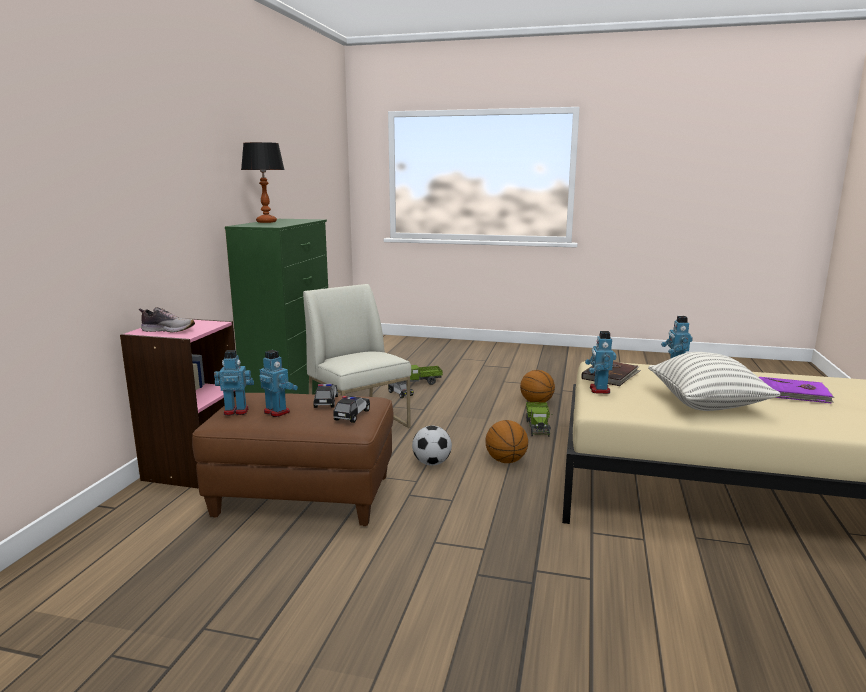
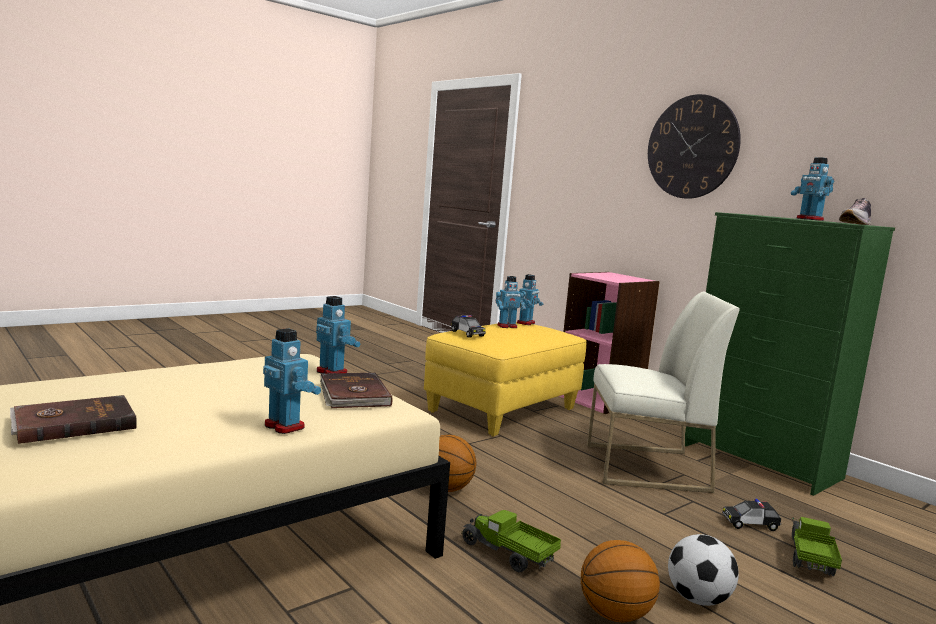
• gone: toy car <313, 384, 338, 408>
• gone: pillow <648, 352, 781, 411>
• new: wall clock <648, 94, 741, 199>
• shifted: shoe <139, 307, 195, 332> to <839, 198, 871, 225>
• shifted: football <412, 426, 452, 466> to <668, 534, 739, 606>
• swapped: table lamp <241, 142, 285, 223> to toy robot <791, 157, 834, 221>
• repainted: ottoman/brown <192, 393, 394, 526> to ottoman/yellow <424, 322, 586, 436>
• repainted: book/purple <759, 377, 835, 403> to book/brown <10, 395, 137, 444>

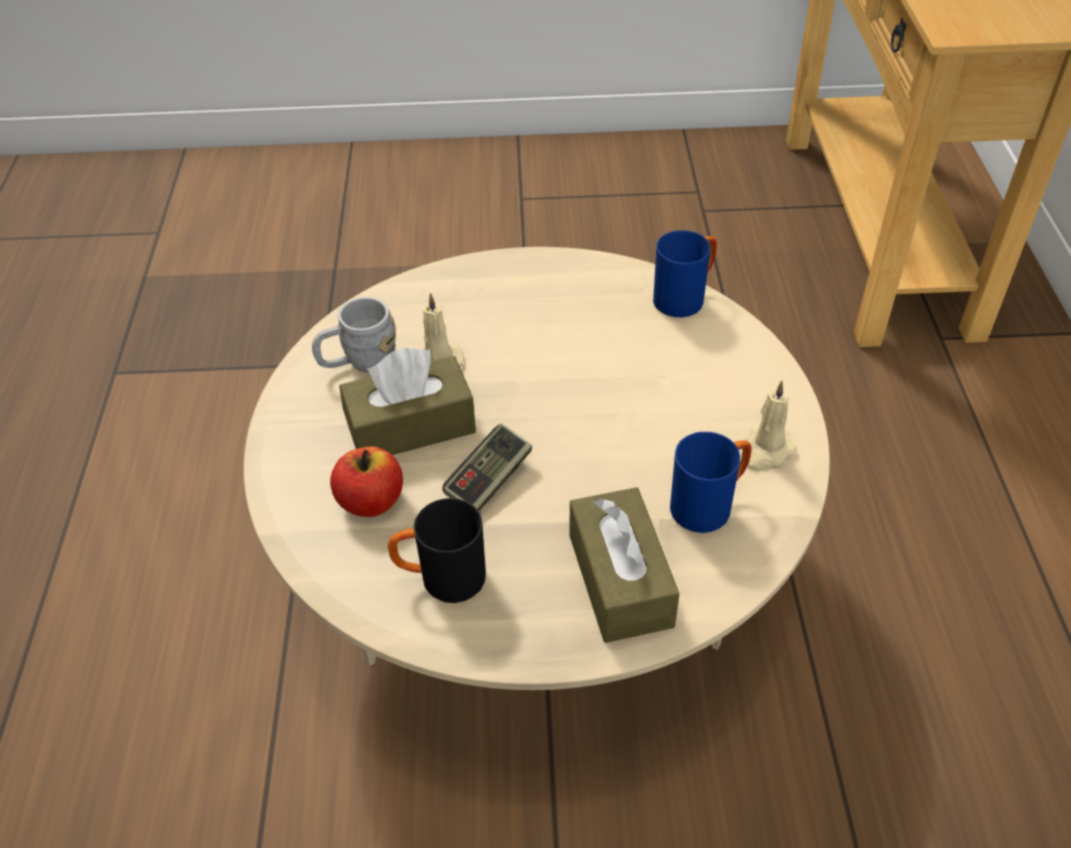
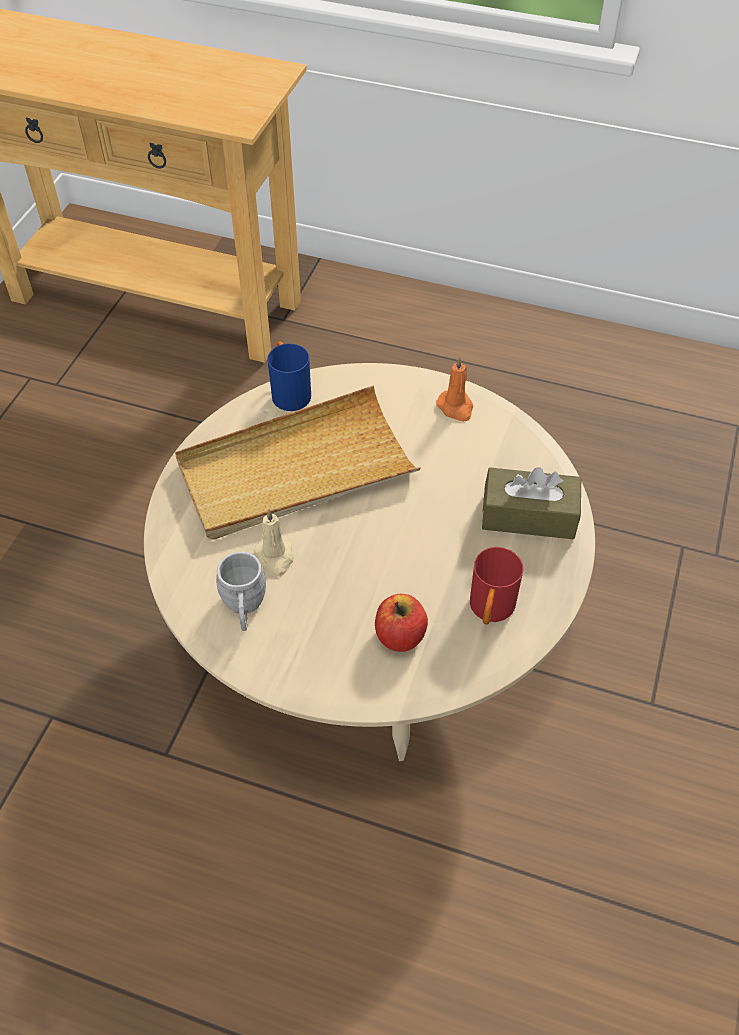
• gone: tissue box/brown <339, 348, 476, 455>
• gone: game controller <442, 424, 532, 511>
• gone: mug/blue <670, 432, 752, 533>
• new: tray/beige <175, 385, 421, 539>
• repainted: mug/black <388, 498, 486, 603> to mug/red <470, 547, 523, 625>
• repainted: candle/beige <742, 380, 797, 472> to candle/orange <436, 356, 474, 422>

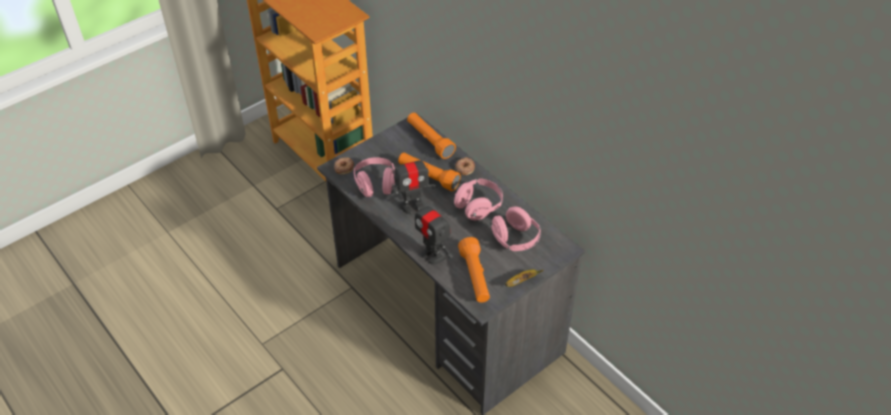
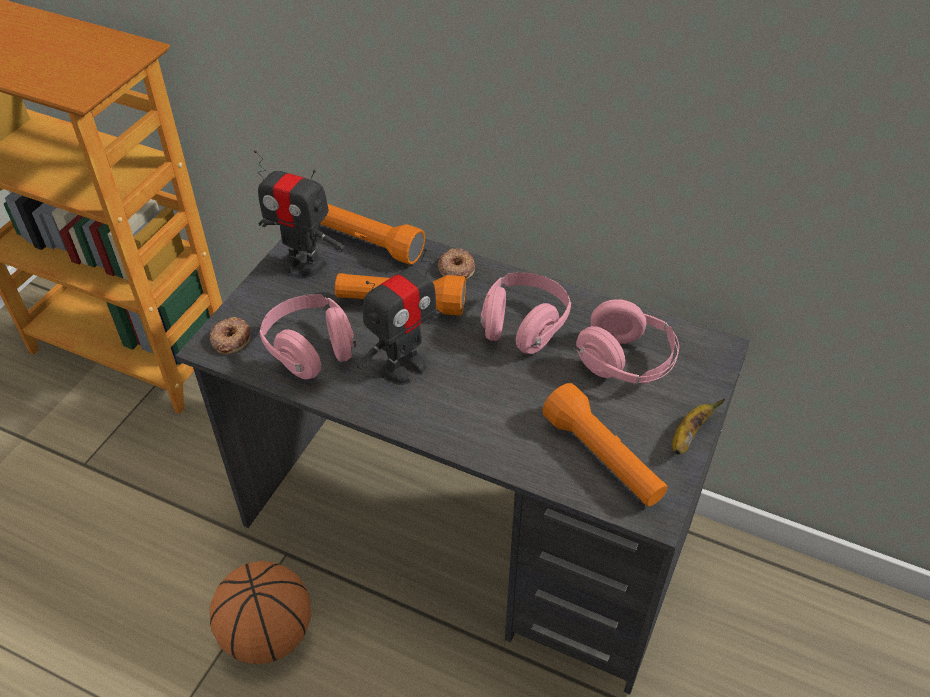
• new: basketball <210, 561, 311, 665>
• shifted: toy robot <415, 195, 453, 265> to <254, 150, 344, 277>

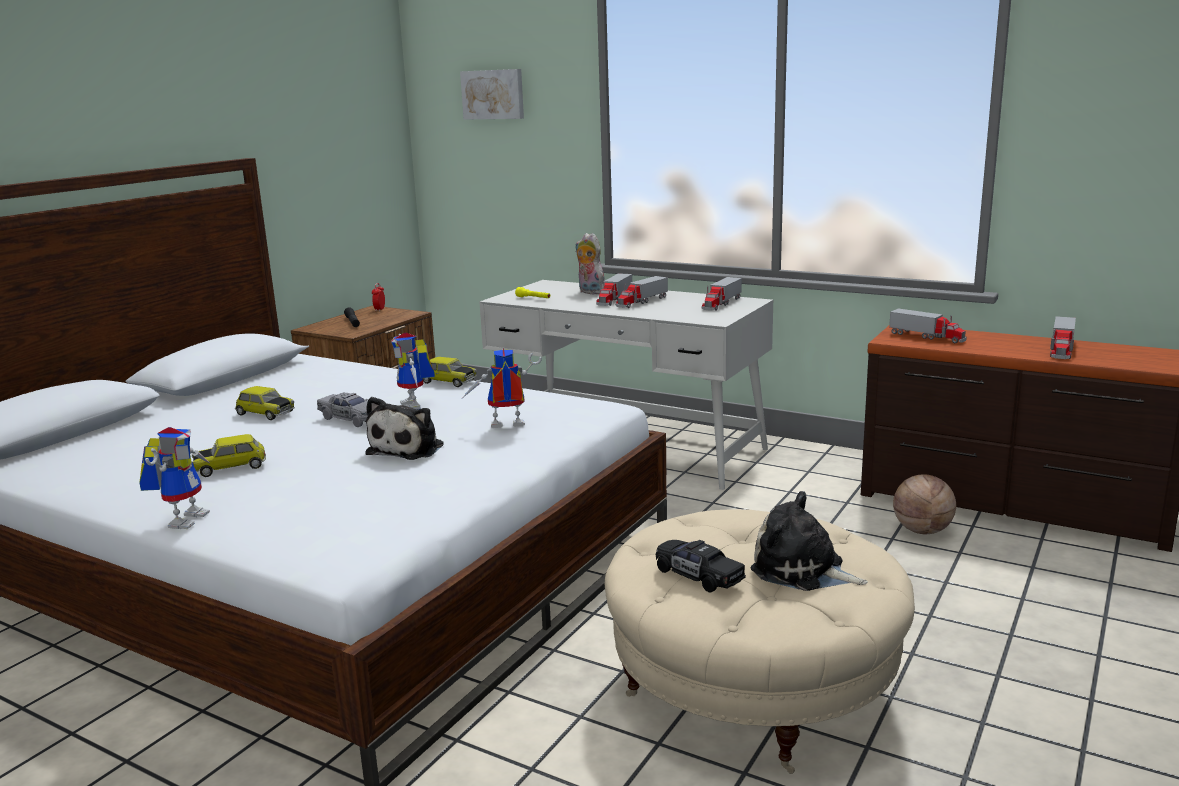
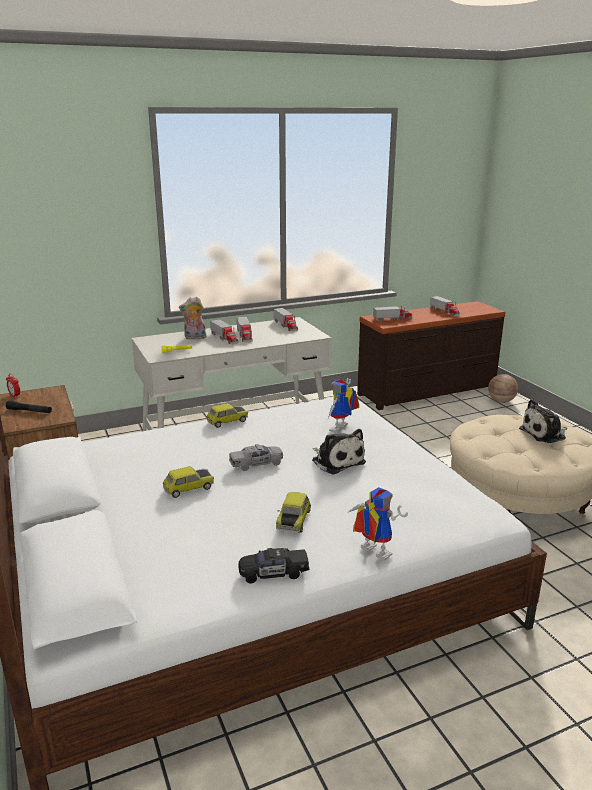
• gone: toy robot <391, 333, 435, 409>
• gone: picture <460, 69, 524, 119>
• shifted: toy car/black <656, 540, 746, 593> to <238, 548, 309, 584>
• shifted: basketball <893, 474, 956, 534> to <488, 374, 518, 403>

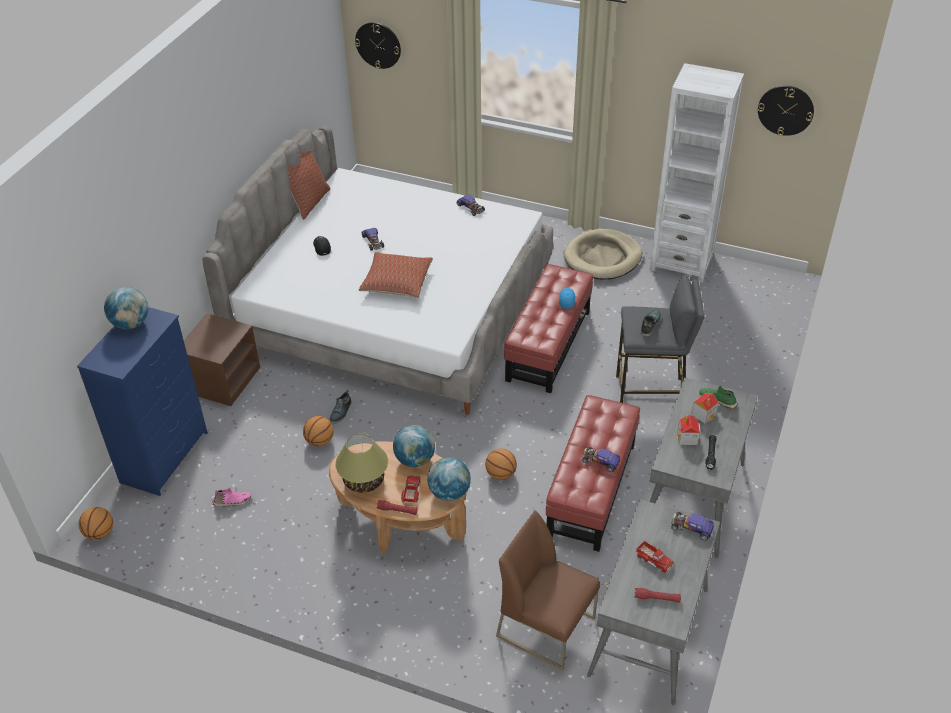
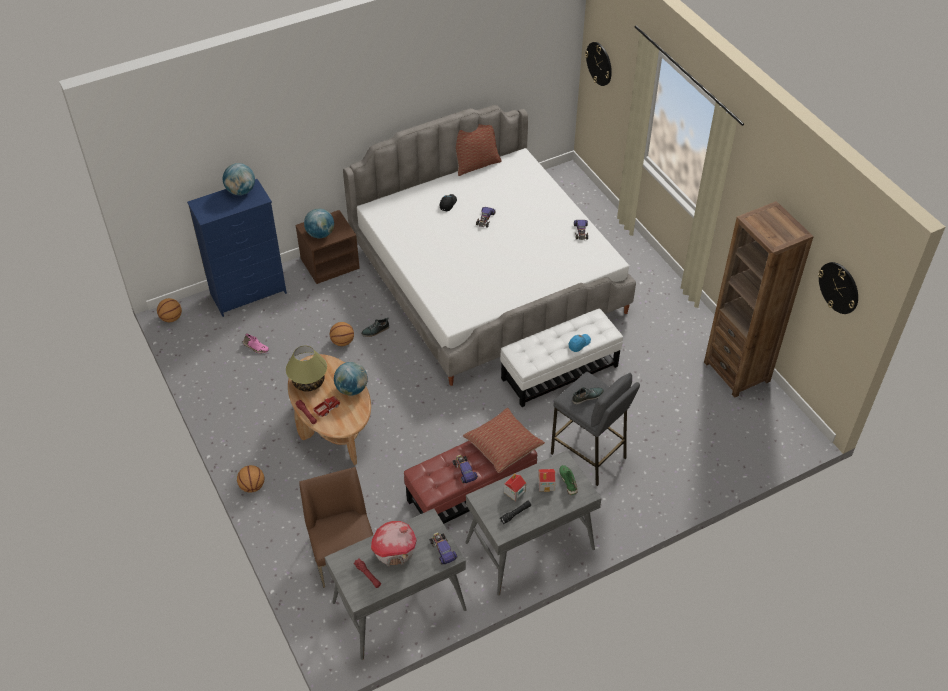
• gone: dog bed/beige <564, 229, 643, 279>
• shifted: pillow <359, 252, 433, 298> to <463, 408, 545, 473>
• shifted: globe <427, 457, 471, 501> to <304, 208, 334, 238>
• shifted: basketball <485, 449, 517, 480> to <237, 465, 264, 493>
• swapped: toy truck <636, 541, 674, 573> to toy house <371, 521, 417, 566>
• repainted: ottoman/red <504, 264, 593, 393> to ottoman/white <500, 308, 623, 407>
• repainted: bookcase/white <650, 63, 744, 282> to bookcase/brown <704, 201, 814, 397>

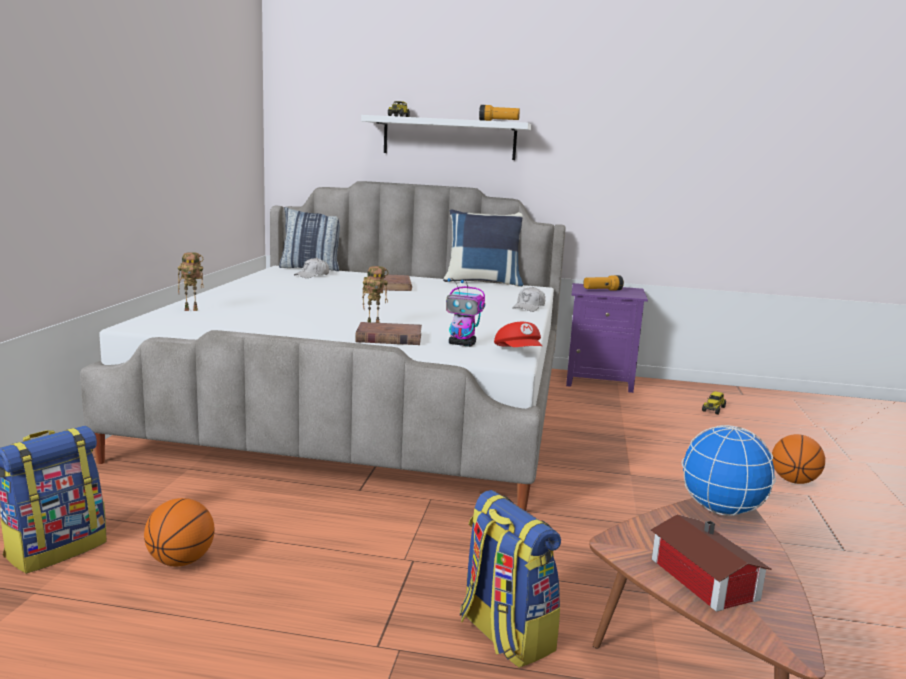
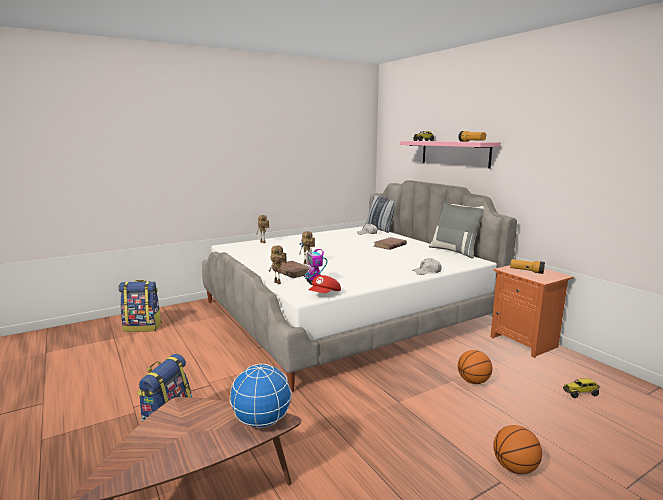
• gone: toy house <651, 514, 772, 612>
• new: toy robot <269, 246, 287, 284>
• shifted: basketball <144, 498, 214, 566> to <458, 350, 492, 384>
• repainted: shelf/white <361, 115, 531, 160> to shelf/pink <400, 141, 501, 168>
• repainted: pillow/blue <443, 209, 523, 287> to pillow/grey <429, 201, 484, 258>
• repainted: nightstand/purple <566, 283, 648, 393> to nightstand/orange <490, 265, 574, 358>

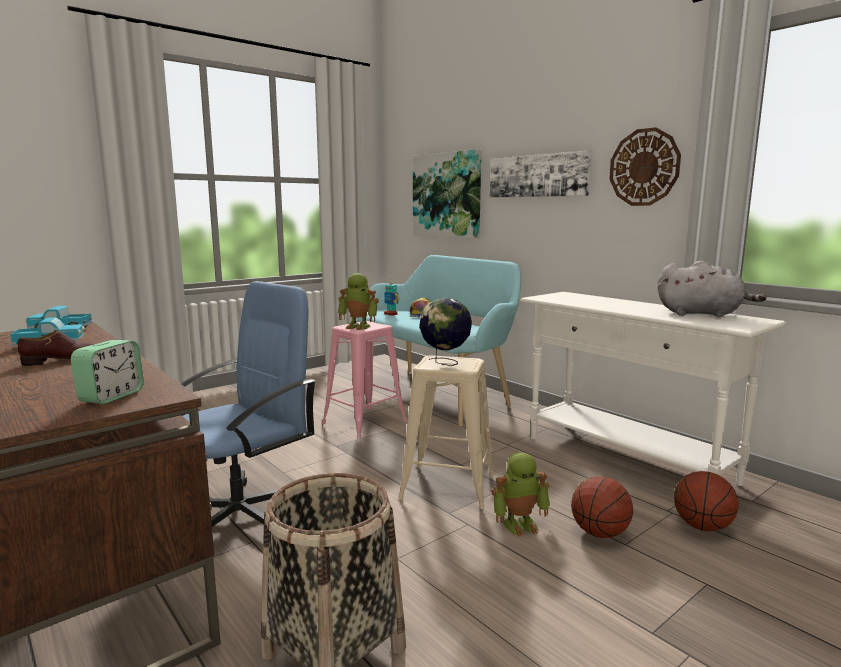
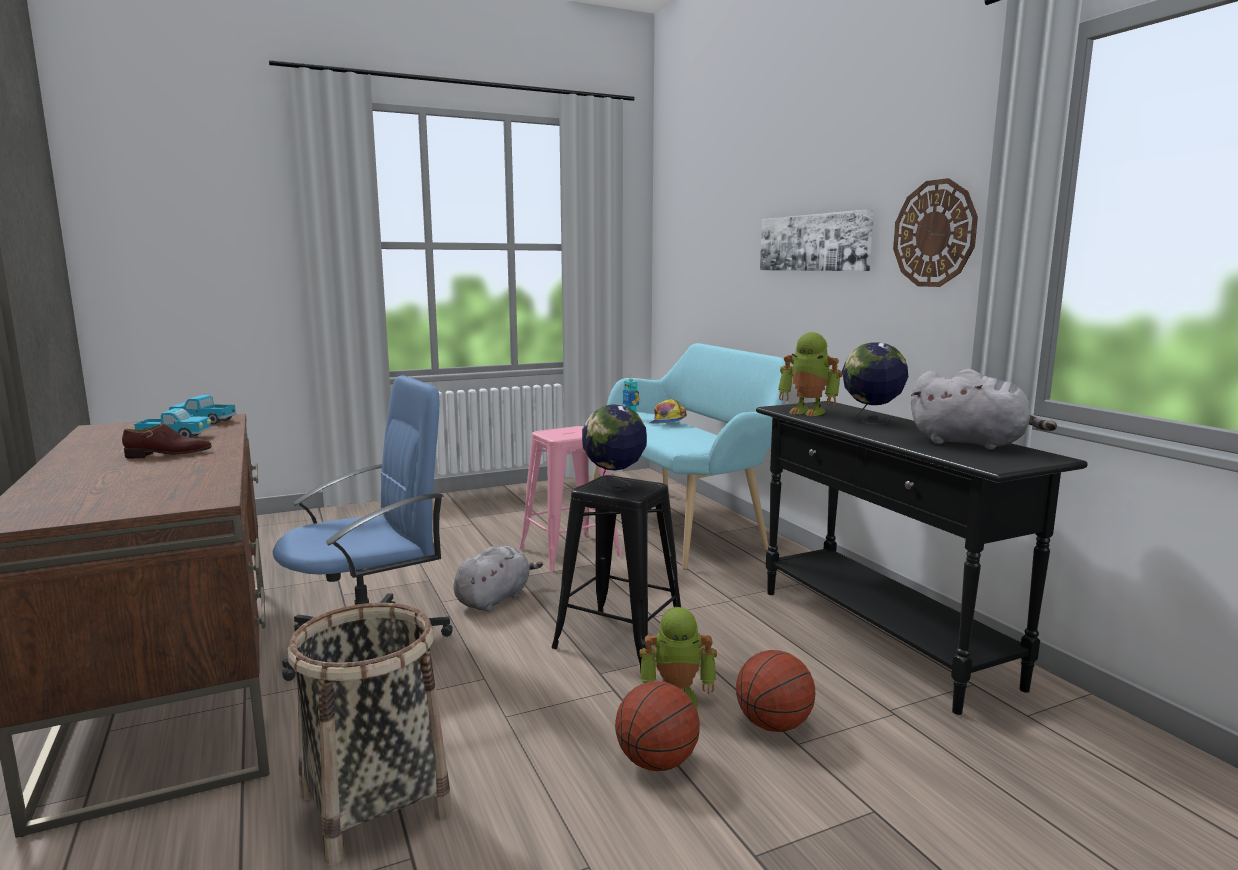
• gone: alarm clock <71, 340, 144, 404>
• gone: picture <413, 149, 481, 239>
• new: plush toy/grey <453, 546, 543, 612>
• new: globe <842, 342, 908, 424>
• shifted: toy robot <338, 273, 379, 330> to <778, 332, 842, 416>
• shifted: basketball <674, 471, 739, 531> to <615, 681, 700, 771>
• repainted: stool/beige <398, 355, 494, 509> to stool/black <551, 475, 681, 674>
• repainted: console table/white <521, 292, 786, 486> to console table/black <756, 401, 1088, 715>

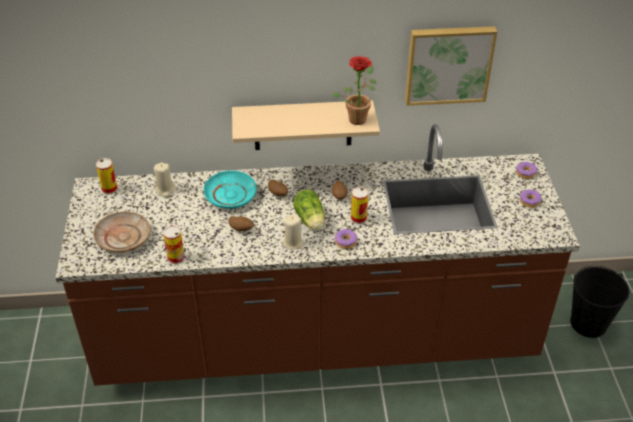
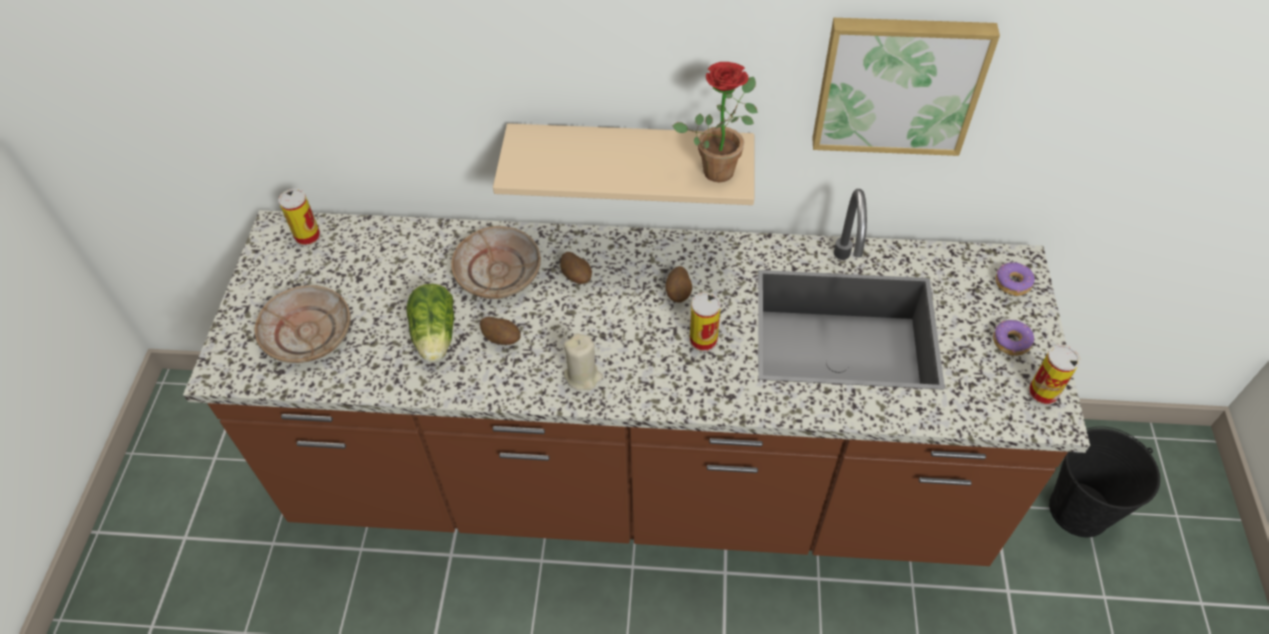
• gone: candle/beige <154, 162, 175, 197>
• gone: donut <335, 229, 357, 249>
• shifted: can <163, 226, 185, 264> to <1028, 345, 1080, 405>
• shifted: lettuce <293, 189, 325, 231> to <406, 284, 454, 362>
• repainted: plate/turquoise <204, 171, 257, 209> to plate/beige <451, 226, 541, 299>

